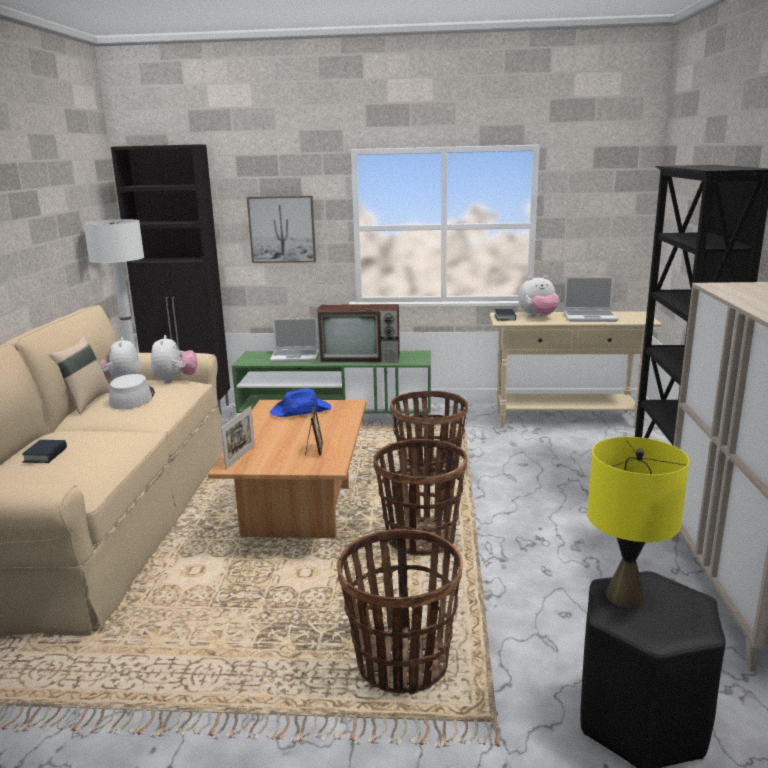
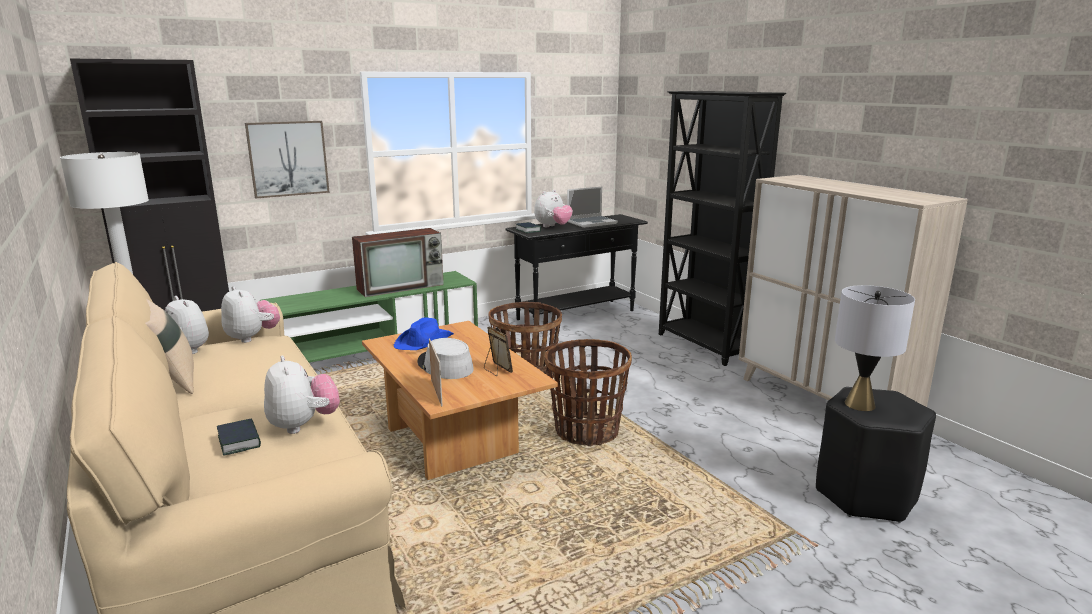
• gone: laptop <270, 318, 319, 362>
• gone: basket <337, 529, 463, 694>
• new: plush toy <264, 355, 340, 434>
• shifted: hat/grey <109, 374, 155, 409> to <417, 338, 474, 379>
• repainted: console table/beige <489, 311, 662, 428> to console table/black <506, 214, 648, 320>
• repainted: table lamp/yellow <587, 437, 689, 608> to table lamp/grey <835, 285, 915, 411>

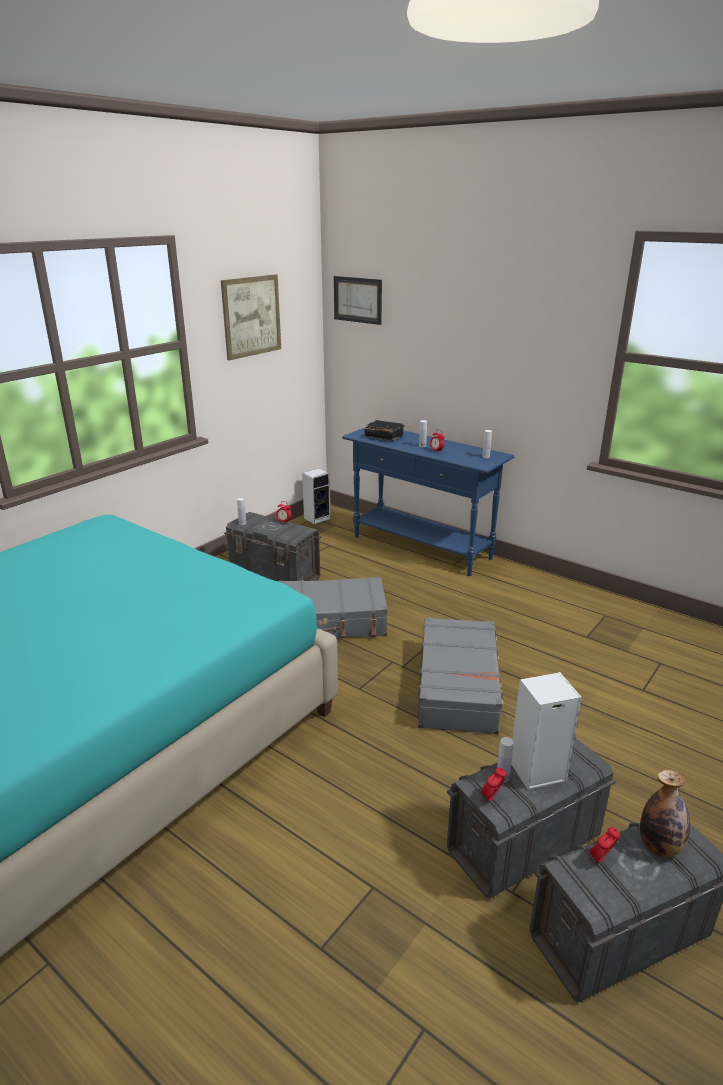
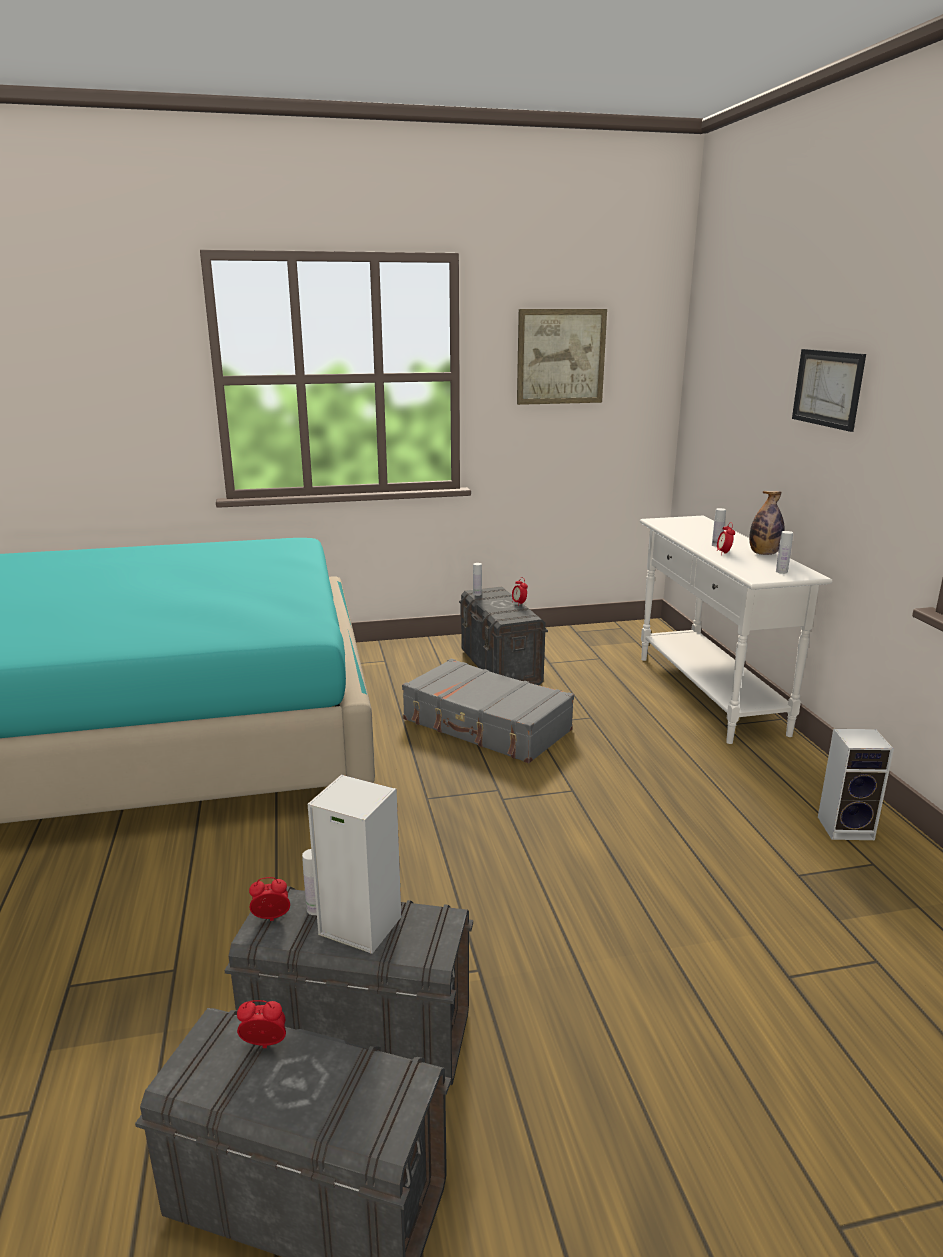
• gone: book/black <365, 420, 405, 441>
• gone: suitcase/grey <418, 617, 506, 734>
• shifted: speaker <302, 468, 331, 524> to <818, 729, 894, 840>
• shifted: picture <334, 276, 382, 325> to <792, 349, 866, 432>
• shifted: bottle <640, 770, 690, 857> to <749, 491, 785, 555>
• repainted: console table/blue <342, 427, 515, 576> to console table/white <640, 516, 832, 744>

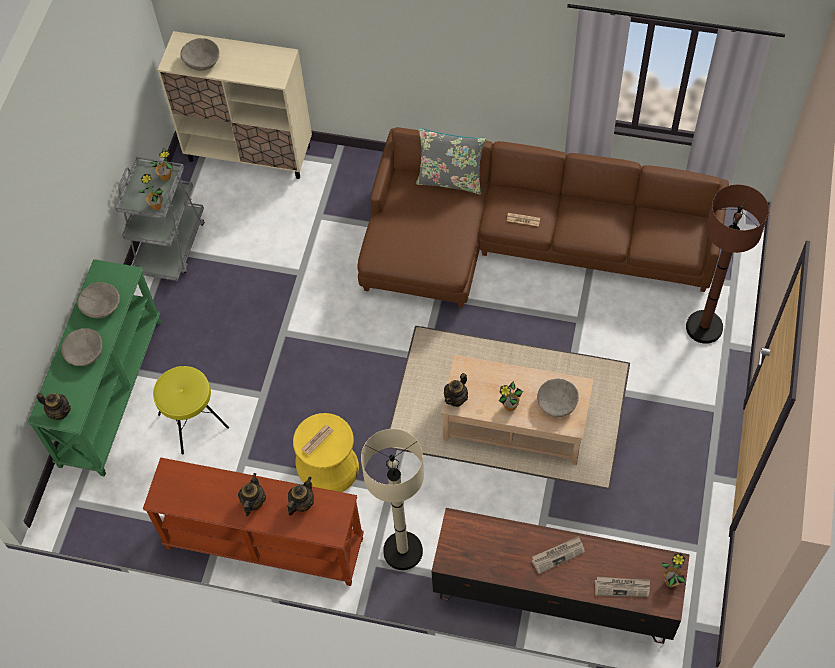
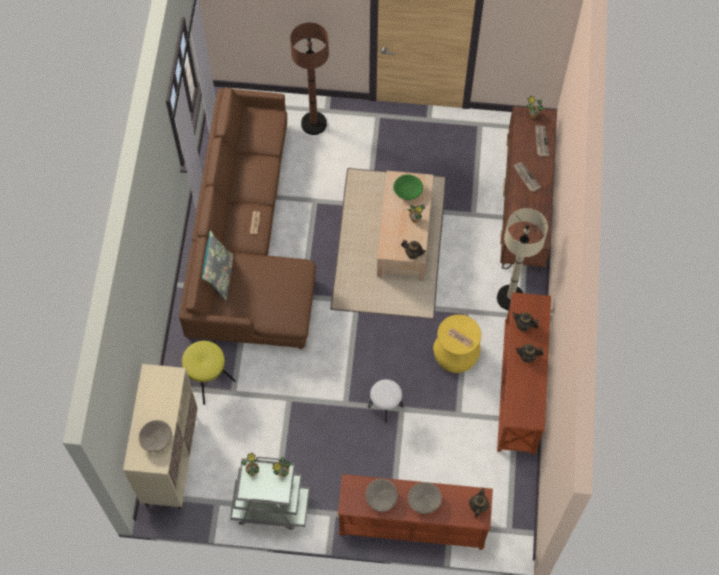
• new: stool/white <368, 379, 403, 424>
• shifted: stool/yellow <153, 366, 229, 454> to <182, 341, 236, 405>
• repainted: console table/green <28, 259, 161, 477> to console table/brown <338, 474, 493, 550>
• repainted: bowl/beige <537, 379, 579, 417> to bowl/green <393, 174, 423, 200>

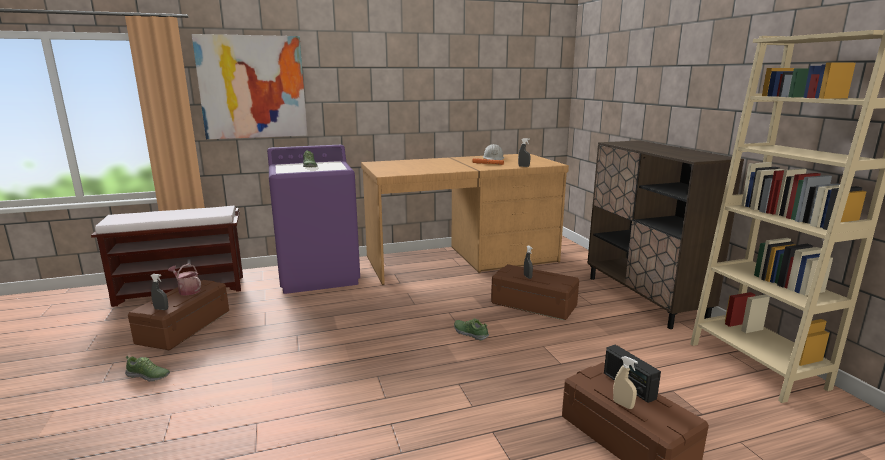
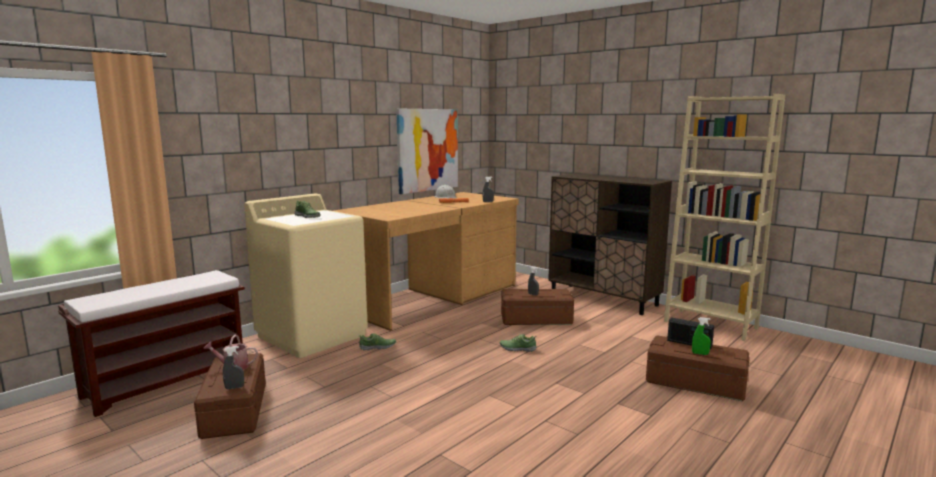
• shifted: shoe <125, 356, 170, 382> to <359, 333, 396, 351>
• shifted: picture <192, 34, 308, 139> to <396, 109, 458, 194>
• repainted: washing machine/purple <267, 145, 360, 294> to washing machine/beige <244, 193, 368, 358>
• repainted: spray bottle/beige <613, 356, 638, 409> to spray bottle/green <692, 317, 711, 355>

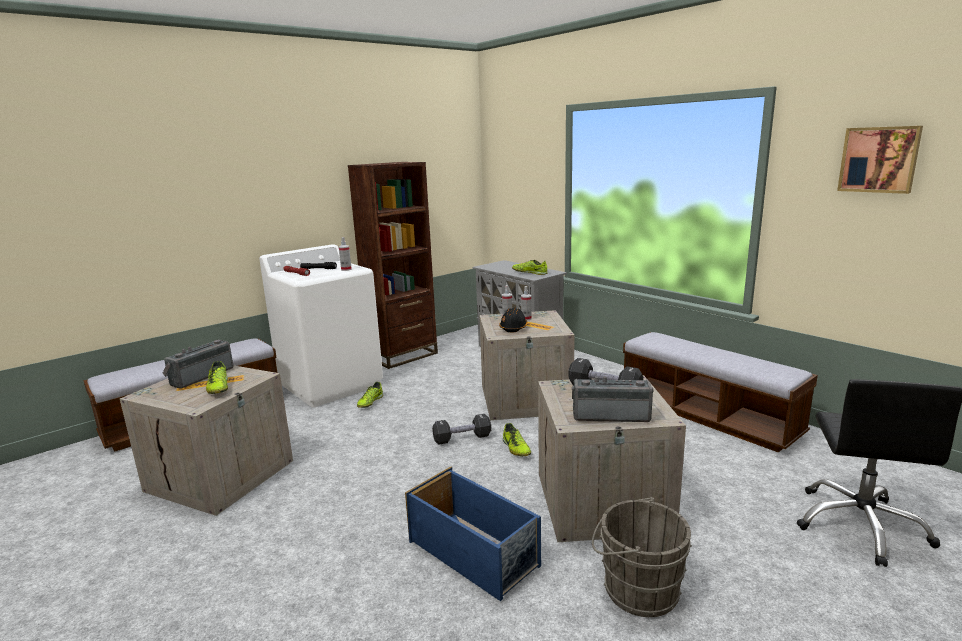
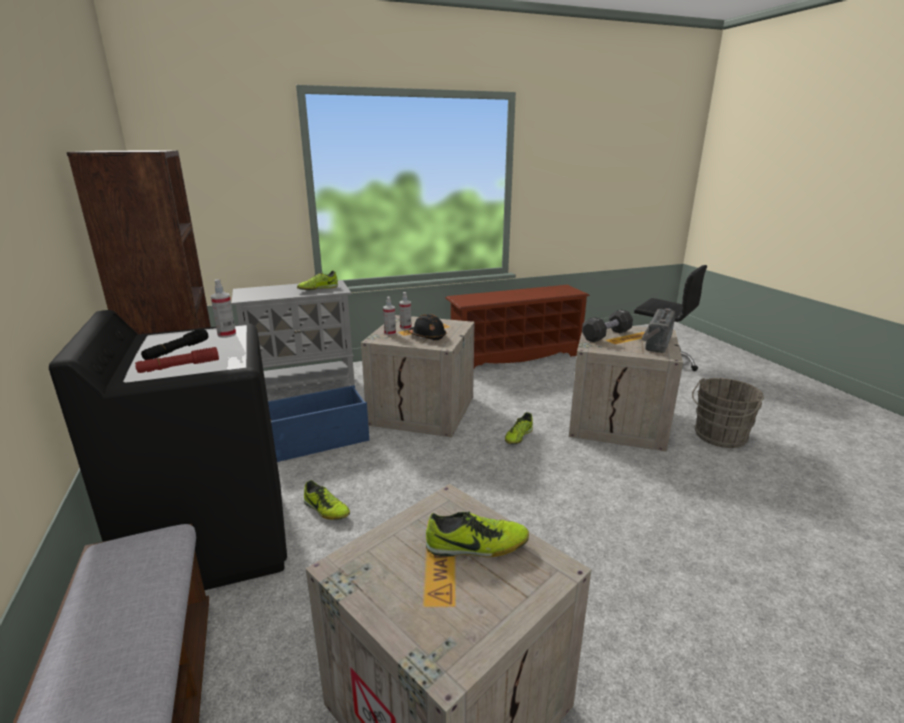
• gone: radio <163, 340, 233, 389>
• gone: dumbbell/black <432, 414, 491, 445>
• gone: picture <837, 126, 923, 194>
• shifted: storage box/blue <405, 466, 541, 601> to <268, 385, 369, 462>
• swapped: bench <623, 332, 818, 452> to shoe rack/brown <446, 285, 590, 368>
• repainted: washing machine/white <259, 244, 383, 408> to washing machine/black <49, 310, 287, 590>
• rotated: shoe <503, 423, 531, 456> = <505, 412, 533, 444> 120 degrees clockwise

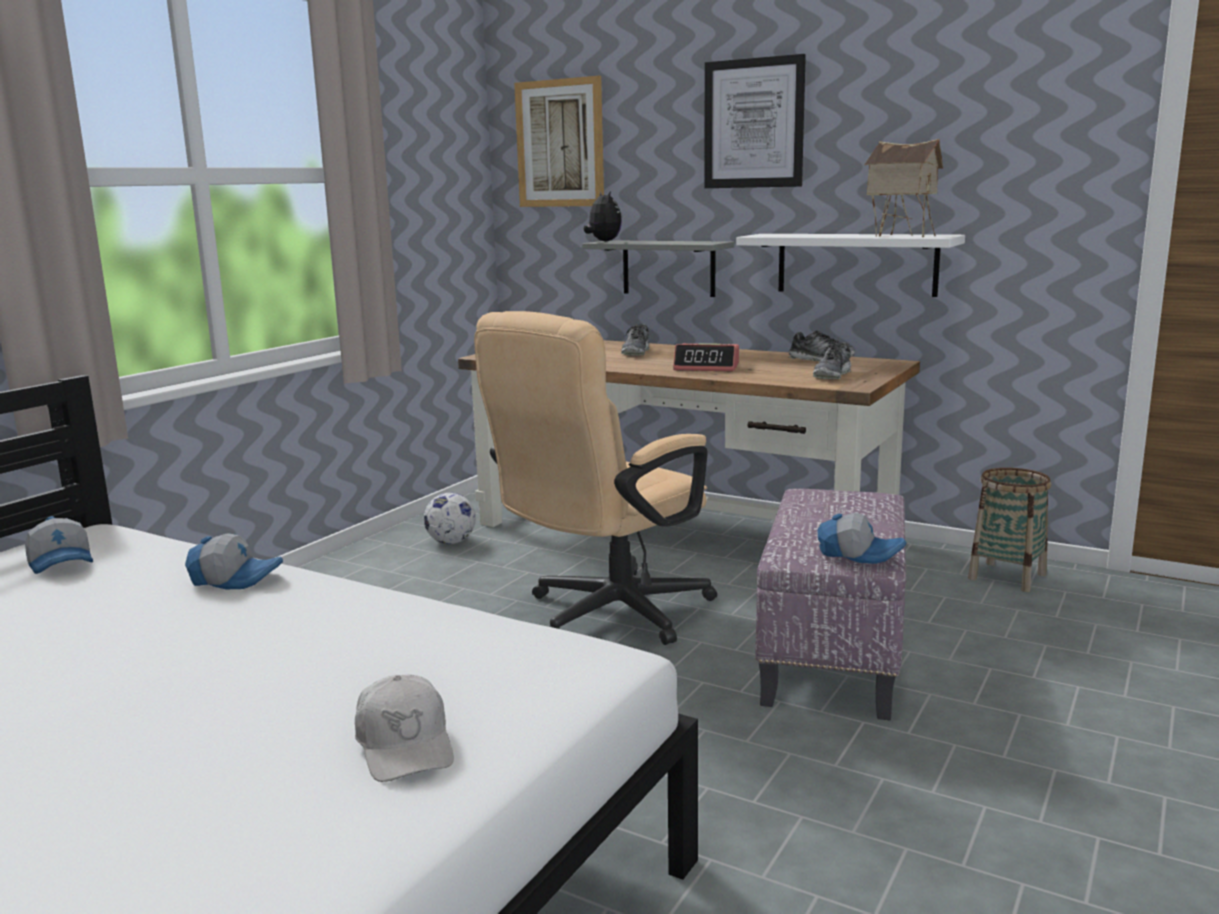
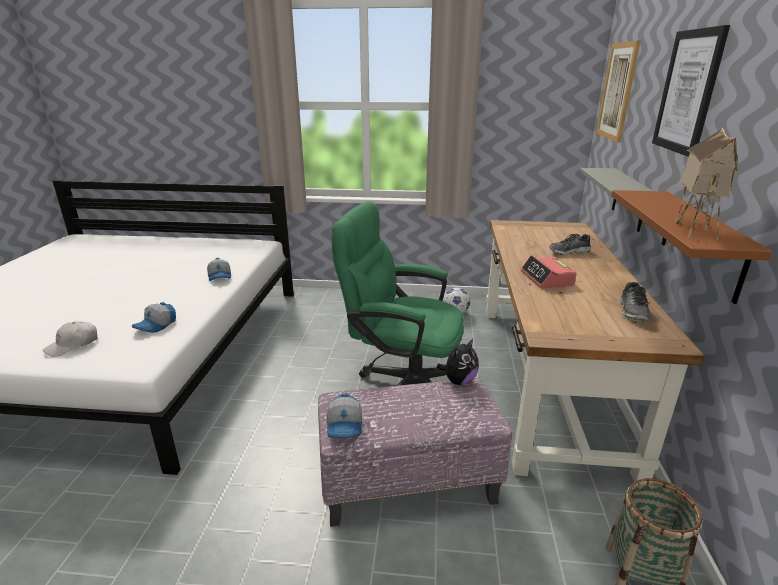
• gone: shoe <813, 342, 851, 379>
• shifted: cap <25, 516, 93, 574> to <132, 302, 176, 333>
• shifted: plush toy <584, 191, 622, 241> to <437, 339, 479, 385>
• repainted: office chair/beige <474, 311, 717, 645> to office chair/green <331, 201, 464, 386>
• repainted: shelf/white <736, 234, 965, 297> to shelf/brown <612, 190, 773, 304>

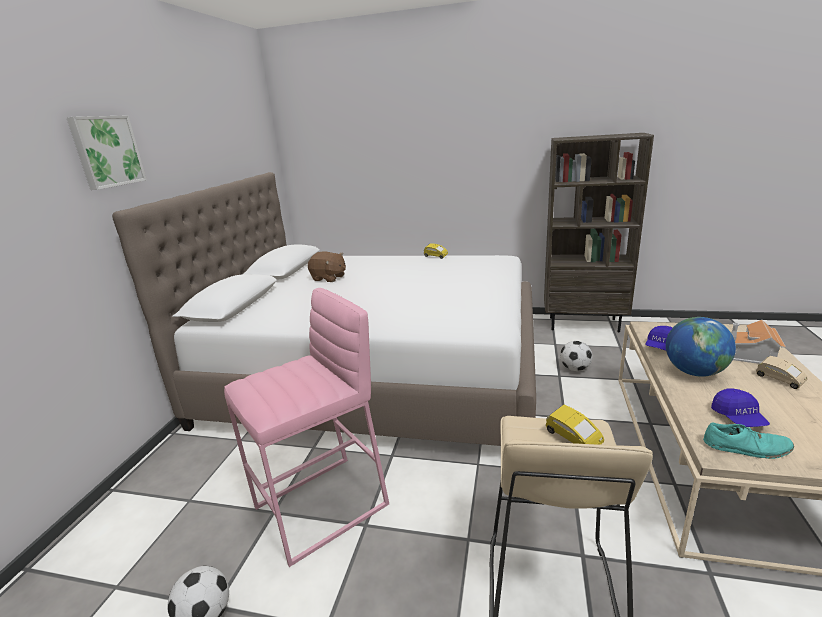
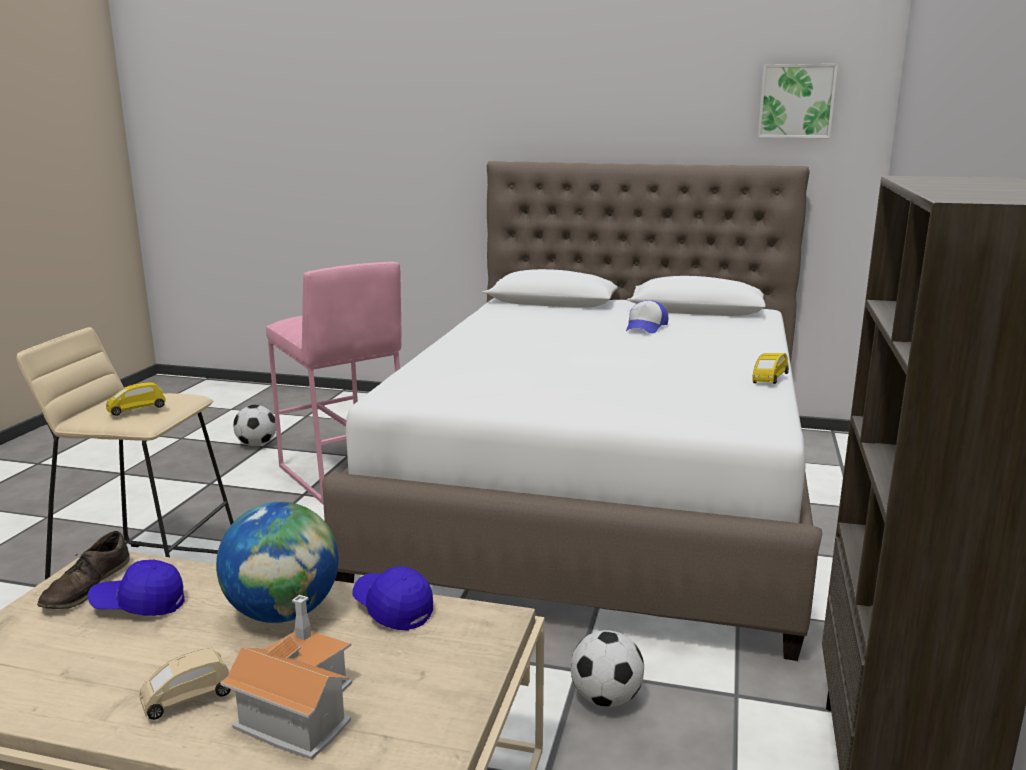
• shifted: picture <66, 115, 147, 190> to <758, 64, 838, 138>
• swapped: plush toy/brown <308, 251, 346, 282> to cap <626, 300, 668, 334>
• repainted: shoe/turquoise <703, 422, 794, 459> to shoe/brown <37, 531, 130, 609>

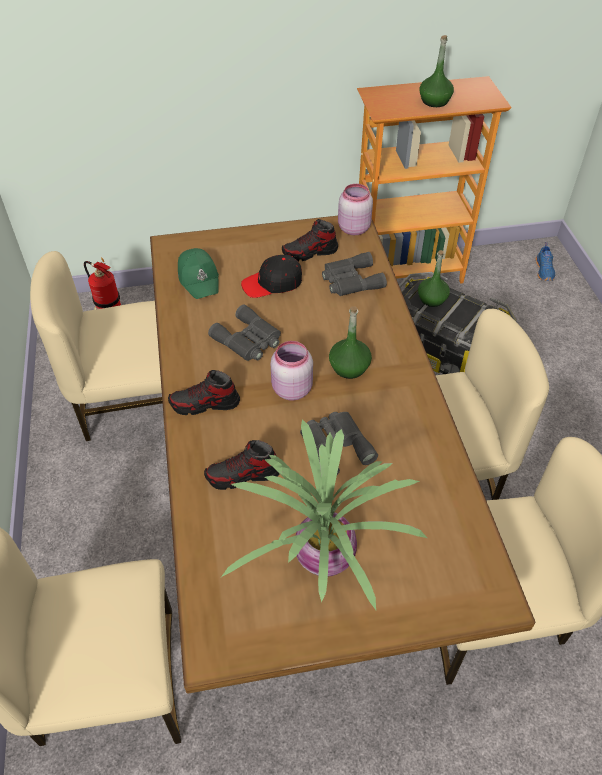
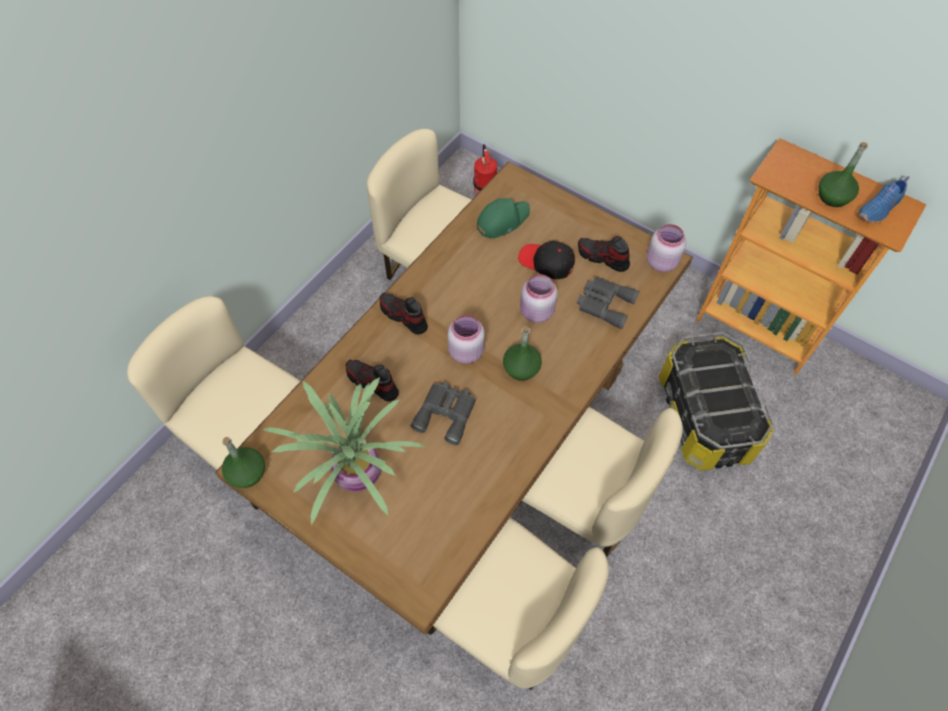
• gone: binoculars/grey <208, 304, 281, 361>
• new: jar/pink <520, 274, 558, 323>
• shifted: bottle/green <418, 250, 450, 307> to <222, 437, 265, 488>
• shifted: shoe/blue <535, 242, 555, 281> to <857, 176, 910, 224>
• rotated: cap/green <178, 248, 219, 299> = <477, 198, 530, 238> 150 degrees counterclockwise

